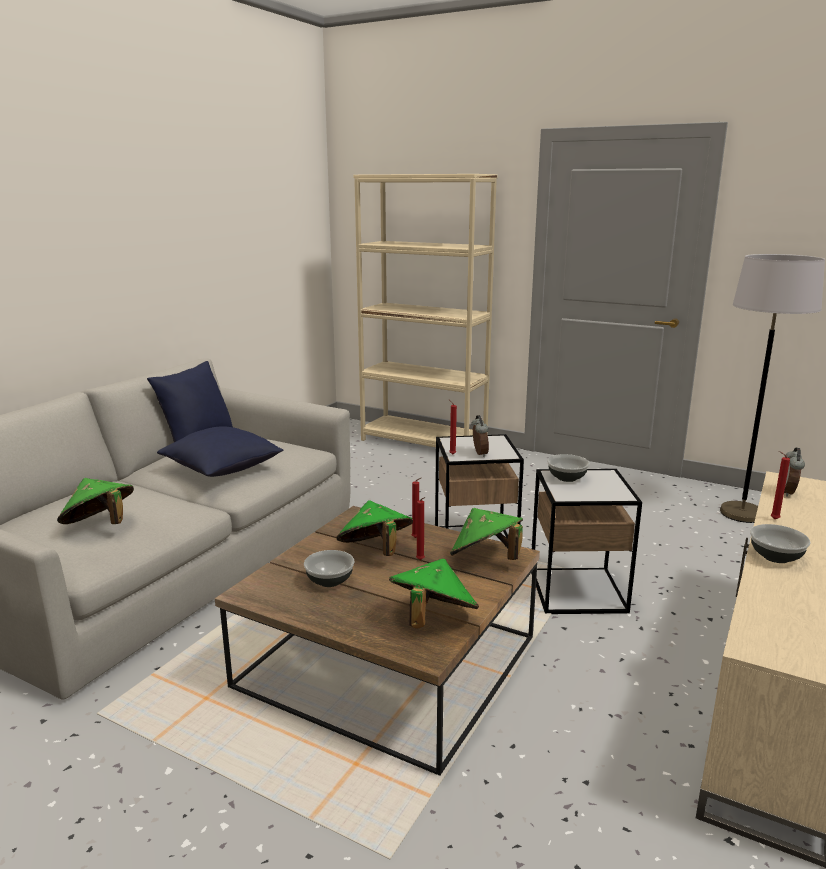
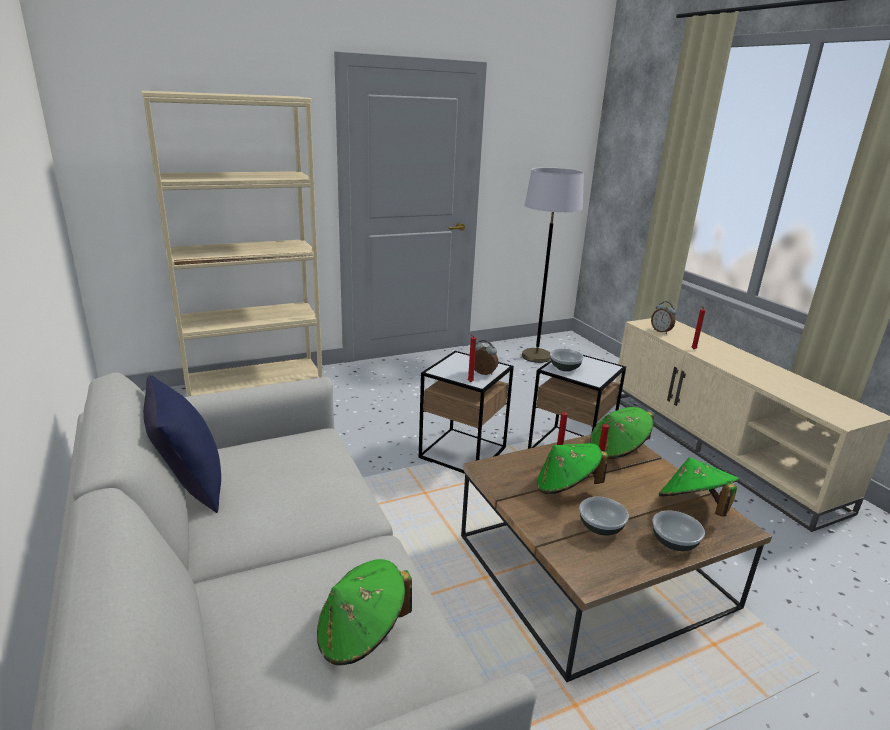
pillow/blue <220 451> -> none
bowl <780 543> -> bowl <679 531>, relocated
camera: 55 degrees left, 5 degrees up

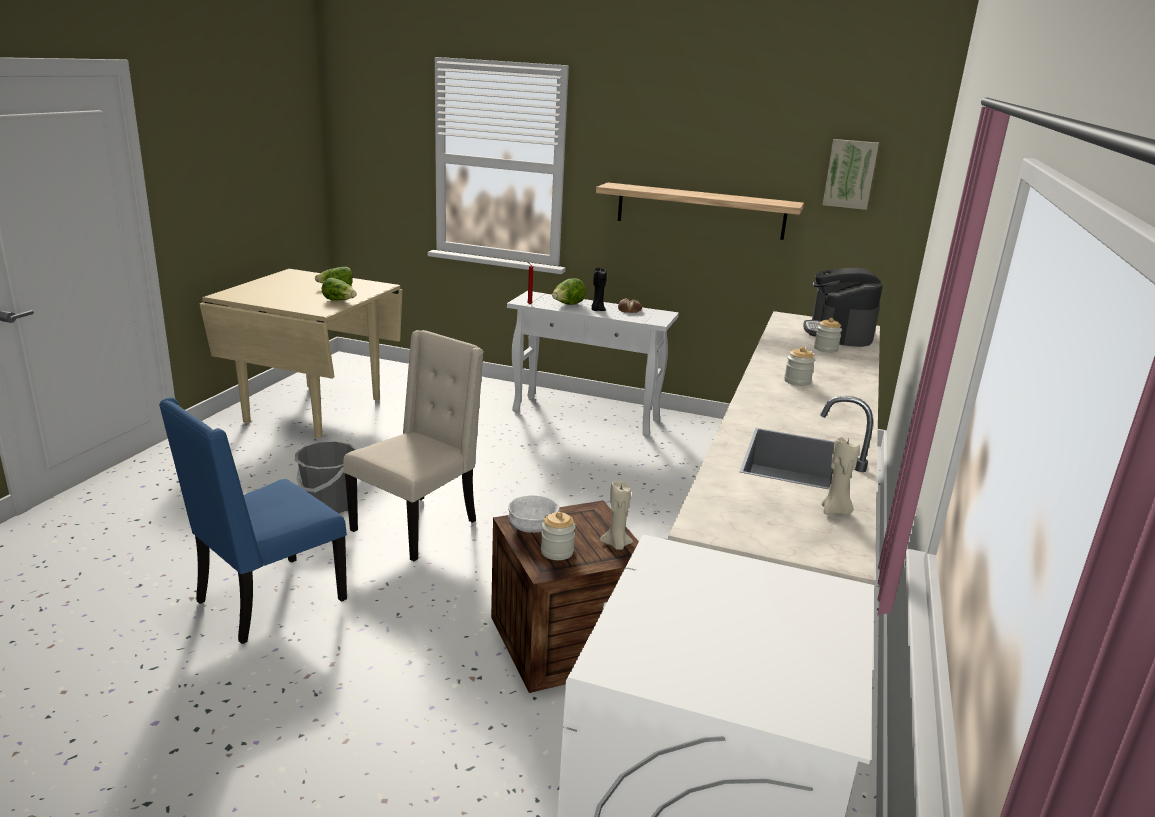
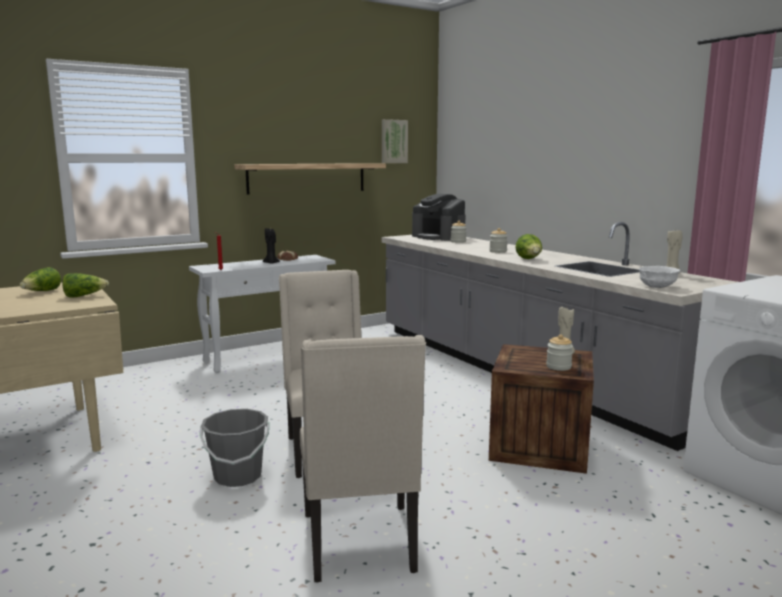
bowl/white <533 514> -> bowl/white <659 277>, relocated
lettuce <569 291> -> lettuce <529 246>, relocated
chair/blue <253 520> -> chair/beige <363 459>
camera: 50 degrees left, 10 degrees down

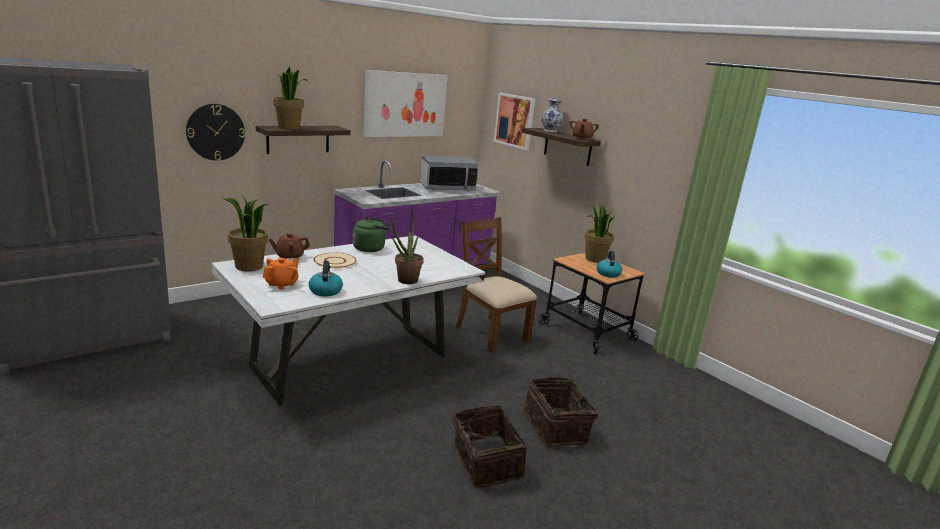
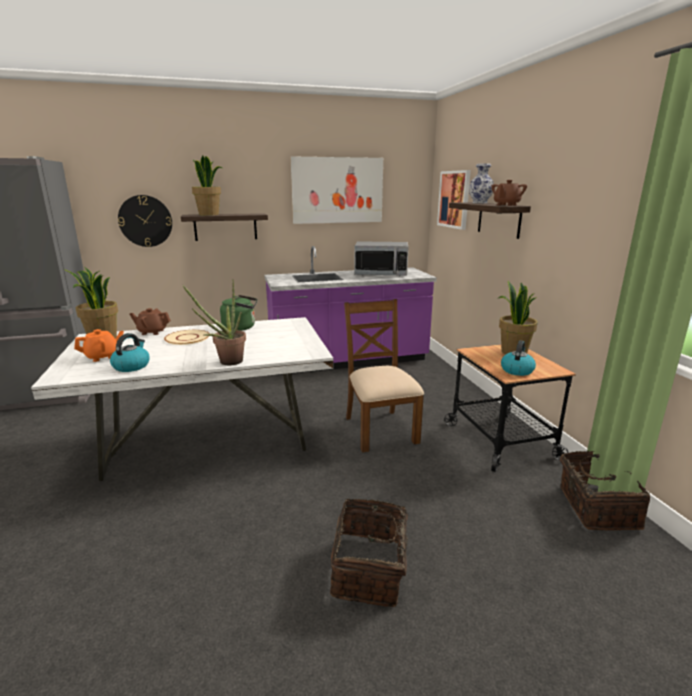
basket <489 446> -> basket <605 490>, relocated
camera: 25 degrees right, 0 degrees up

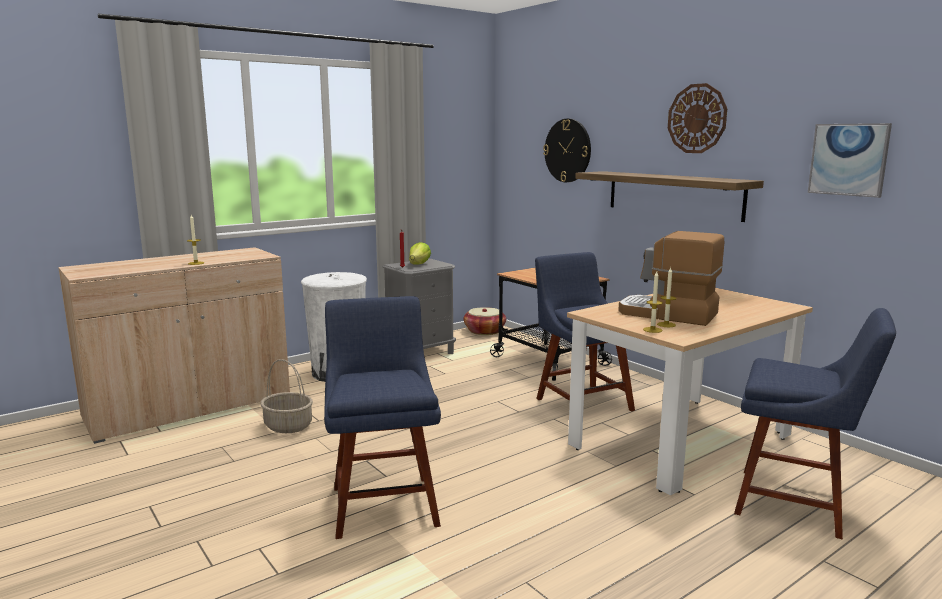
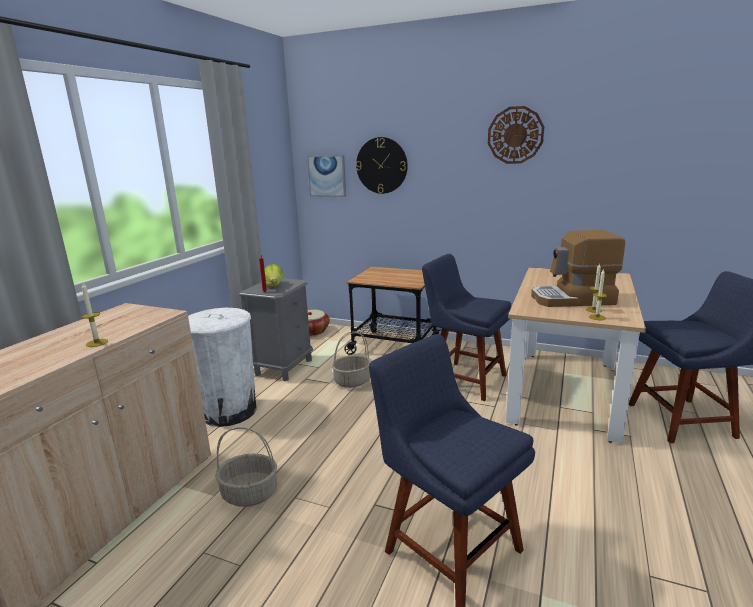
shelf <669 196> -> none
none -> basket <352 359>
picture <850 160> -> picture <326 176>, relocated
camera: 30 degrees left, 5 degrees up

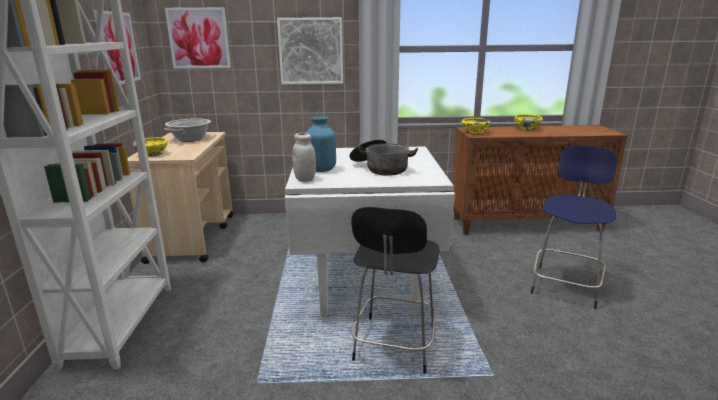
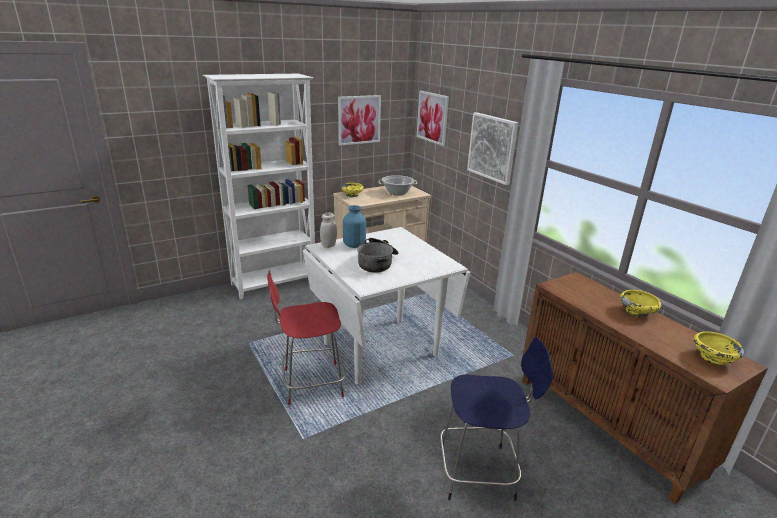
bowl/yellow <476 126> -> bowl/yellow <719 349>, relocated
chair/black <395 290> -> chair/red <306 337>
camera: 60 degrees right, 5 degrees up

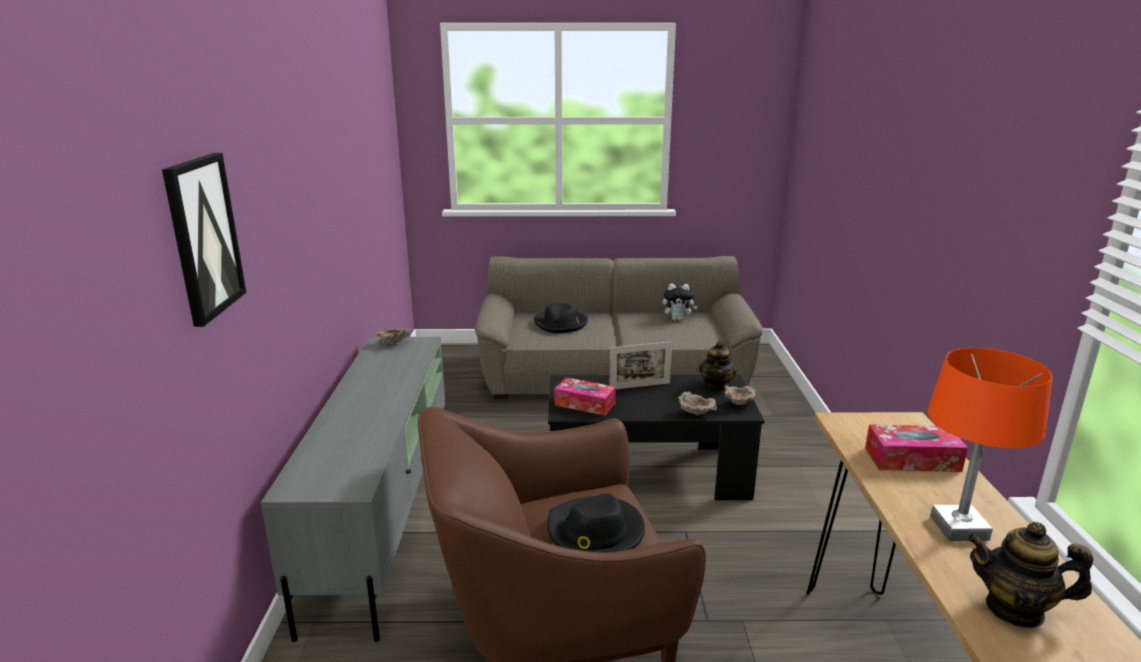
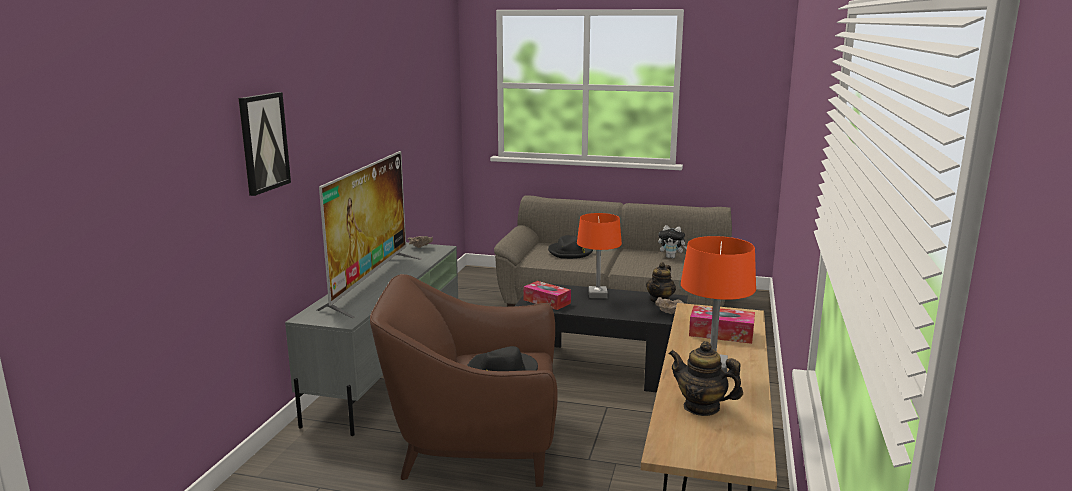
bowl/beige <697 403> -> none
none -> television <369 234>
picture frame <640 365> -> table lamp/orange <599 256>
camera: 15 degrees right, 5 degrees down

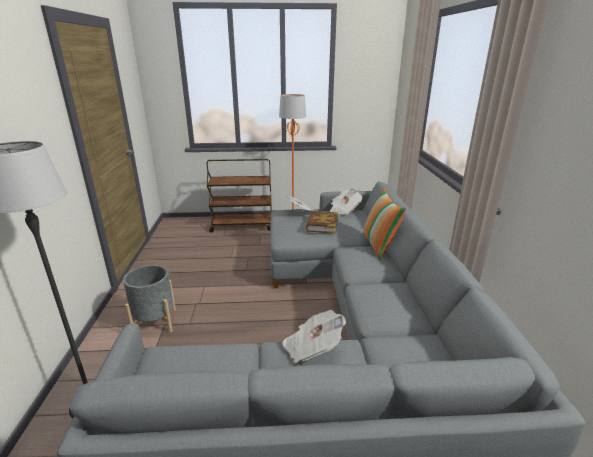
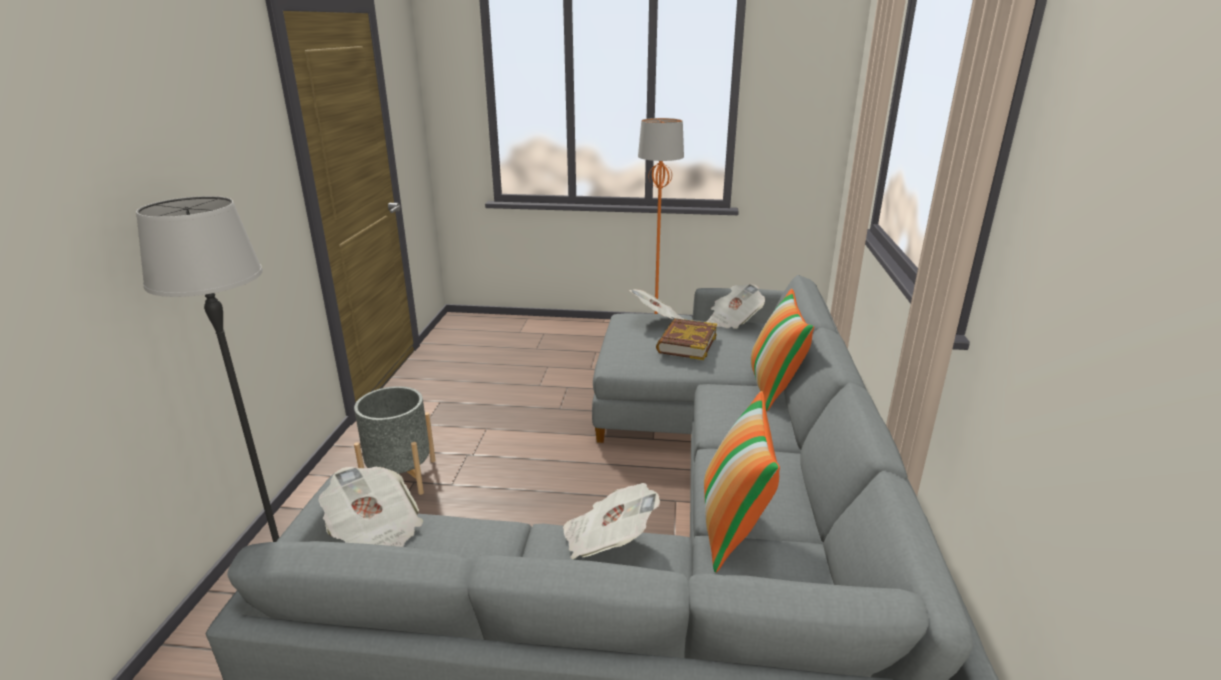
cart/brown <239 196> -> none
none -> newspaper <370 506>
none -> pillow <742 481>
camera: 10 degrees right, 0 degrees up

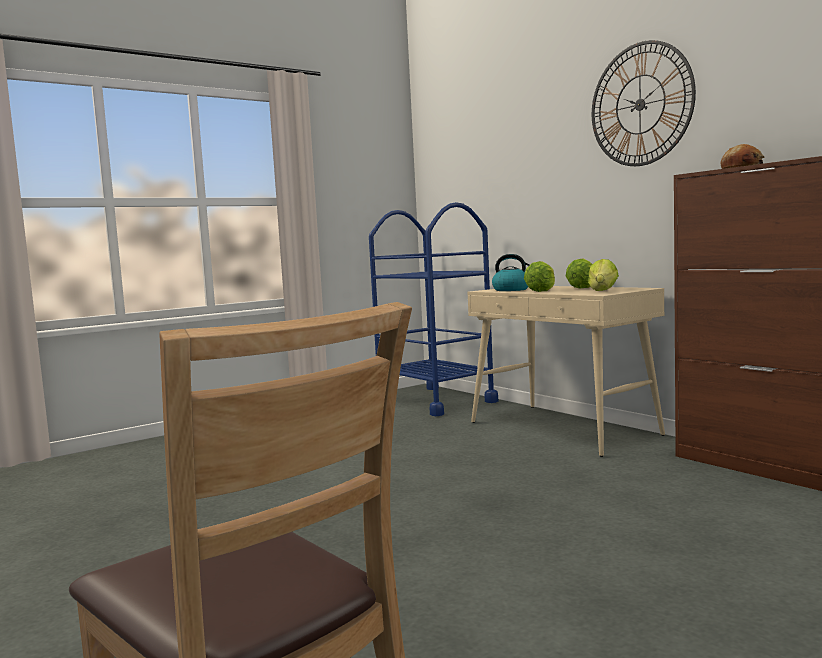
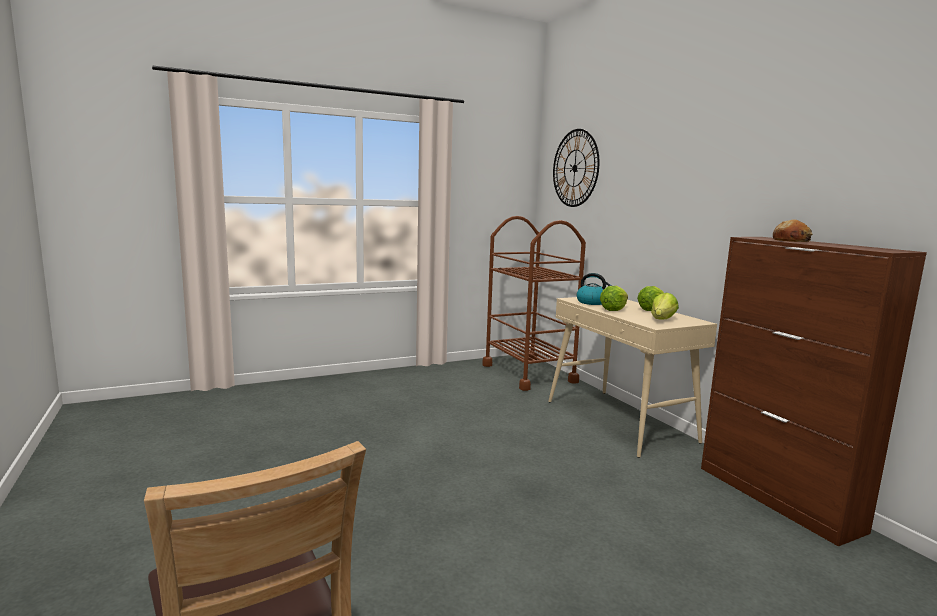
wall clock <644 103> -> wall clock <576 168>, relocated
cart/blue <433 309> -> cart/brown <534 303>
camera: 10 degrees right, 5 degrees up

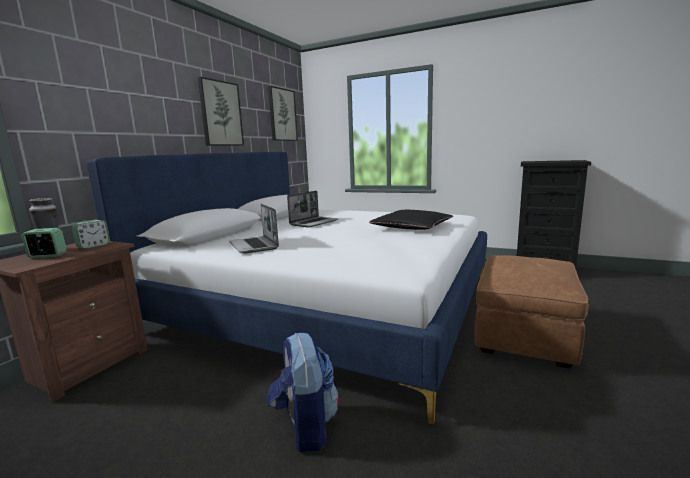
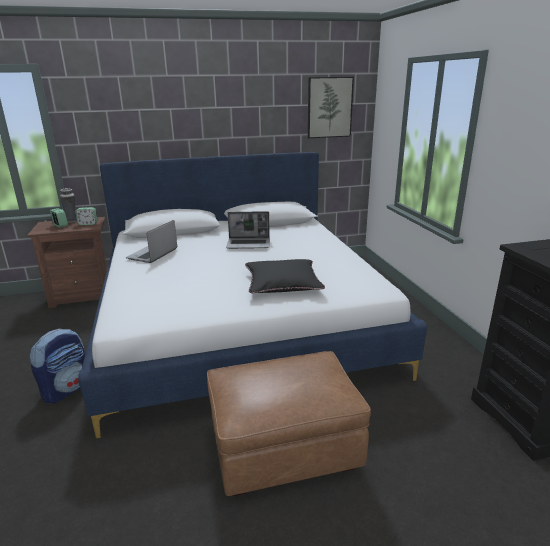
picture <221 111> -> none
camera: 50 degrees right, 10 degrees up

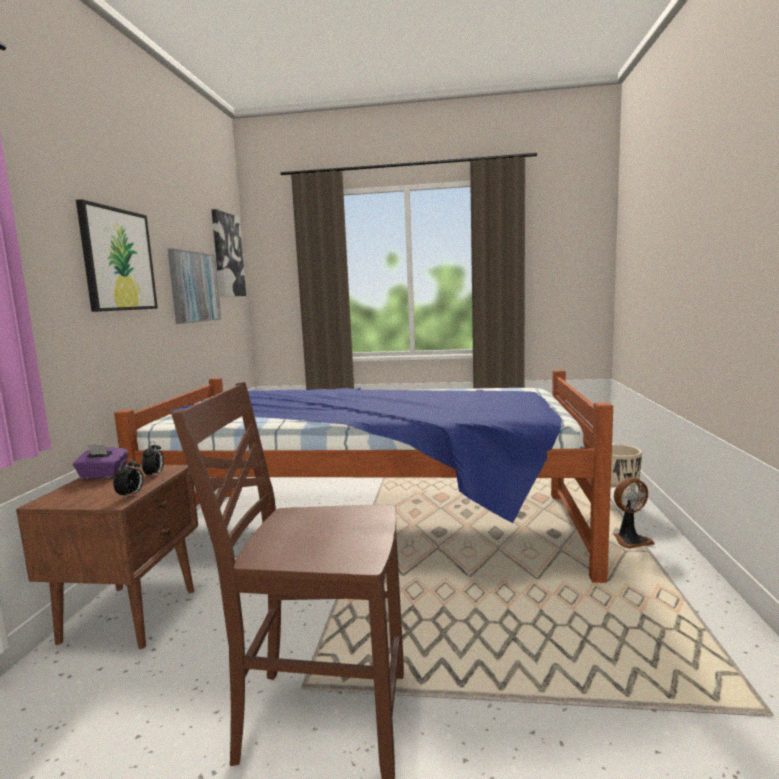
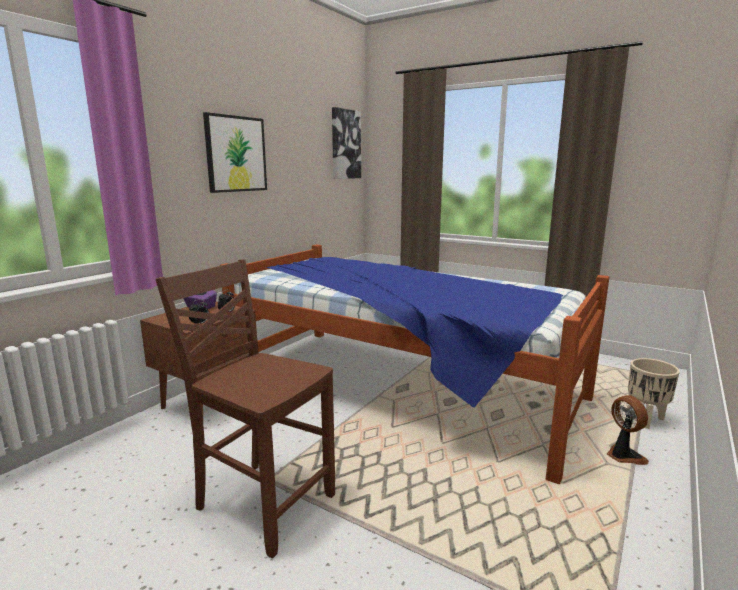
picture <194 286> -> none
fan <634 513> -> fan <628 430>, 120 degrees counterclockwise
camera: 25 degrees right, 5 degrees up

